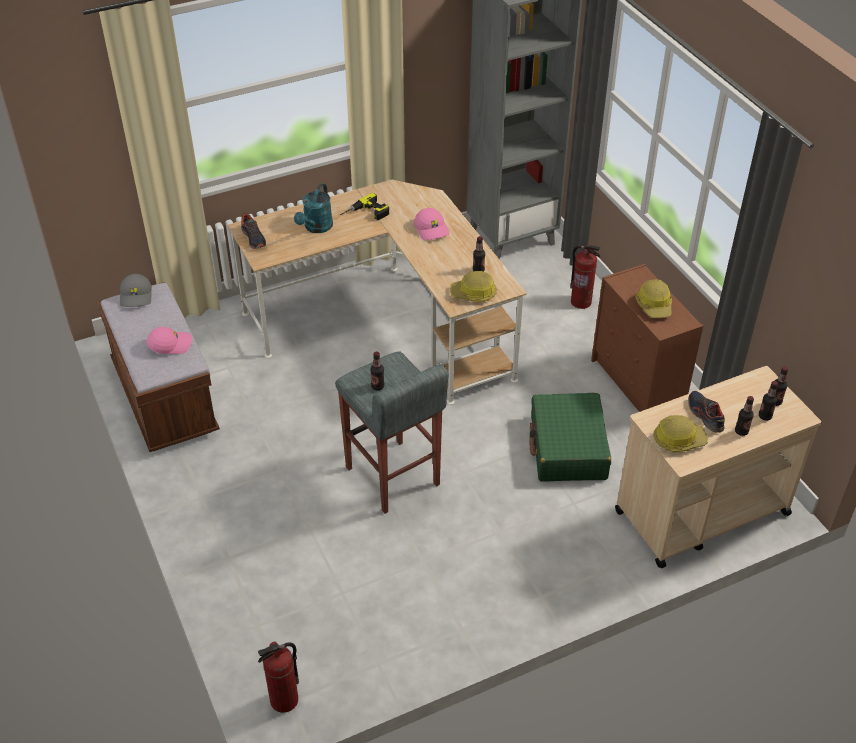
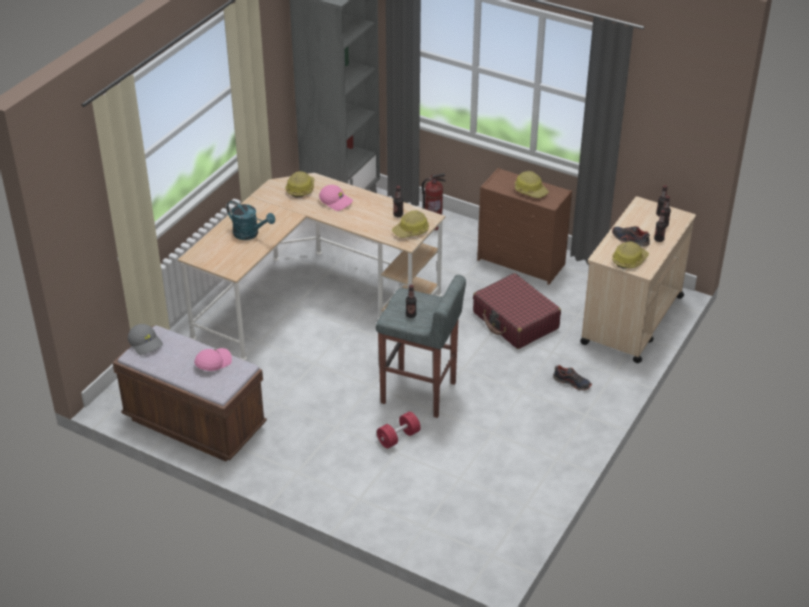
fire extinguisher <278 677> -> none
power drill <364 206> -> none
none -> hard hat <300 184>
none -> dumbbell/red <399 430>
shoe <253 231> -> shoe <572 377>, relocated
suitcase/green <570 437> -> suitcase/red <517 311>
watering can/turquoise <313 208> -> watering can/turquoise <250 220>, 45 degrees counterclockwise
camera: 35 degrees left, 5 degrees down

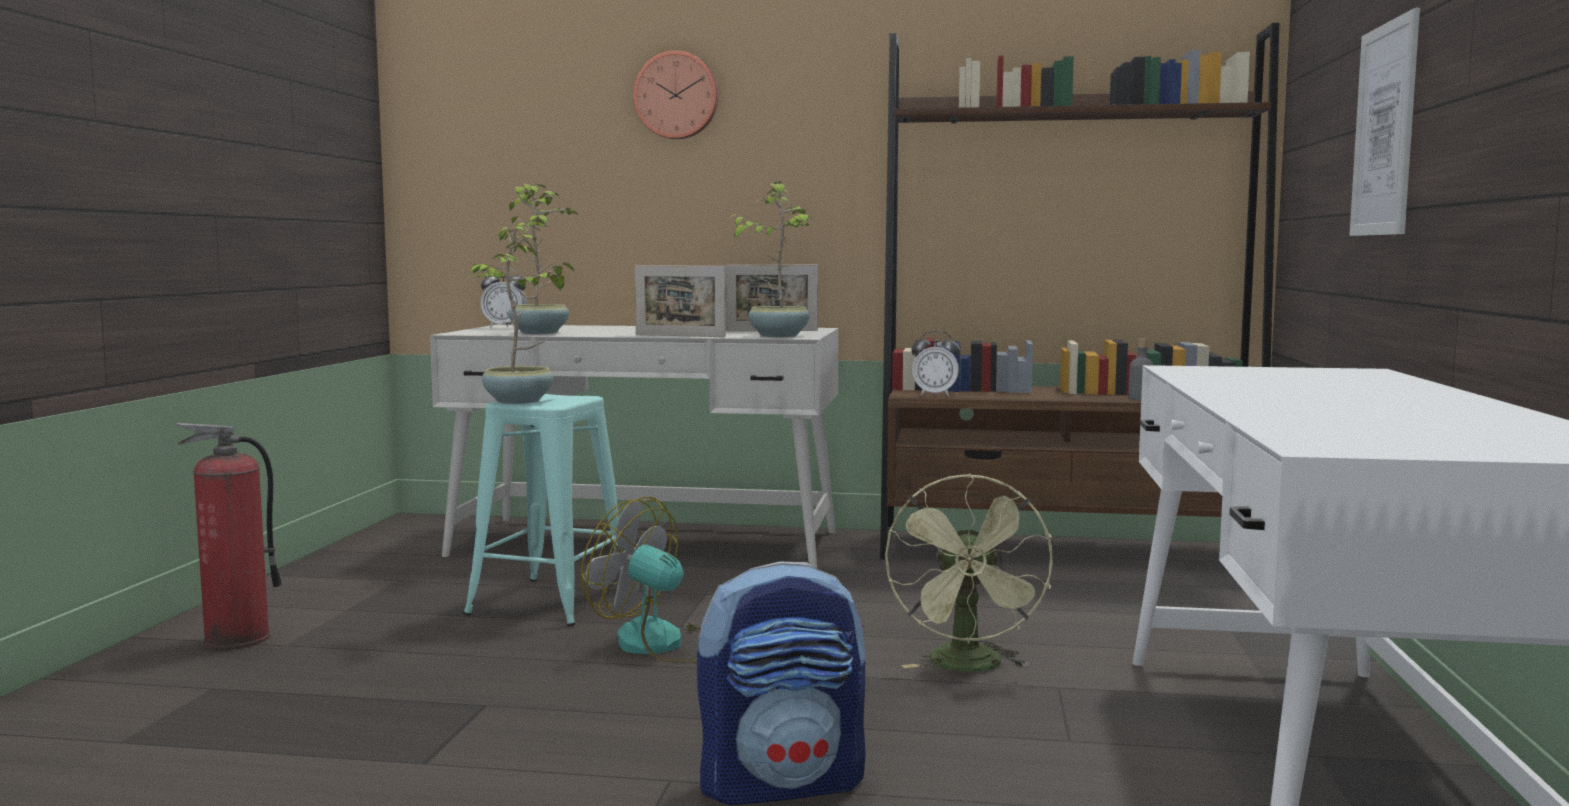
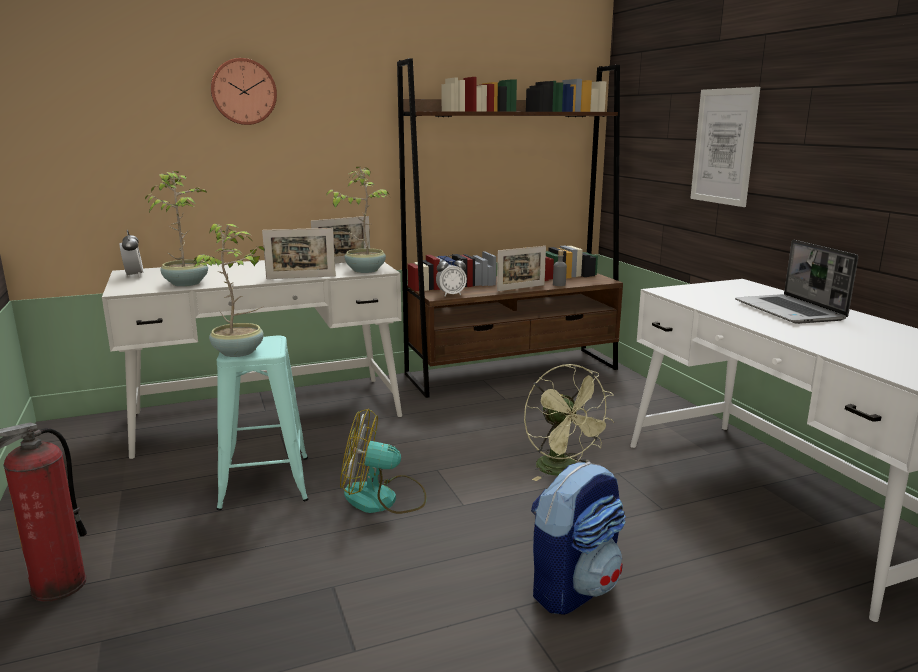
none -> picture frame <521 268>
none -> laptop <796 282>
alarm clock <504 297> -> alarm clock <131 253>, 90 degrees counterclockwise
camera: 30 degrees left, 10 degrees up

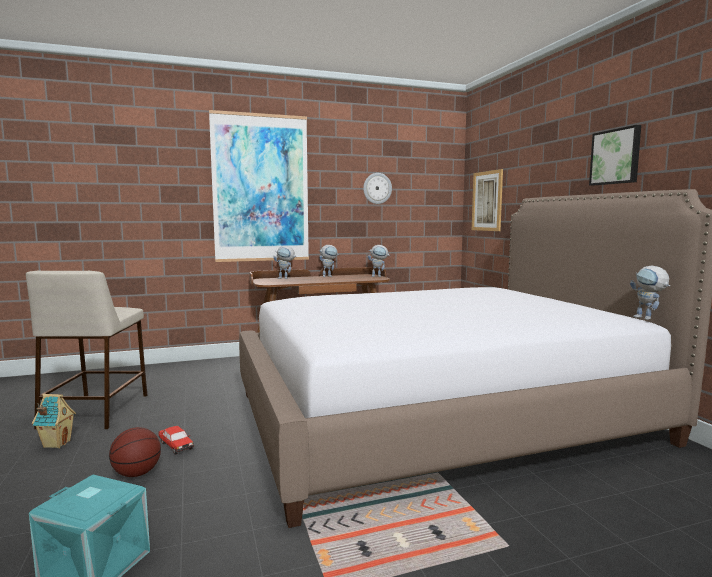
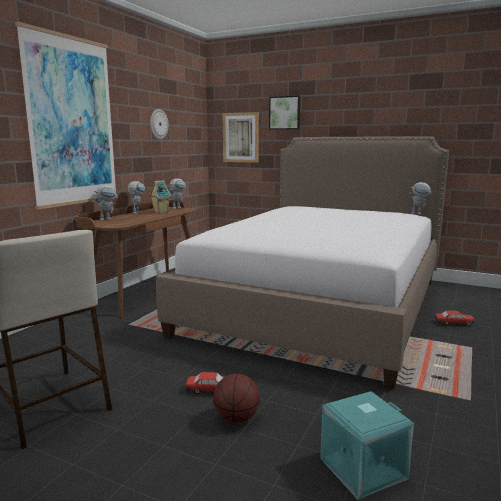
none -> toy car <455 318>
toy house <54 421> -> toy house <160 196>, relocated
picture <615 155> -> picture <284 112>, relocated
camera: 45 degrees left, 5 degrees up

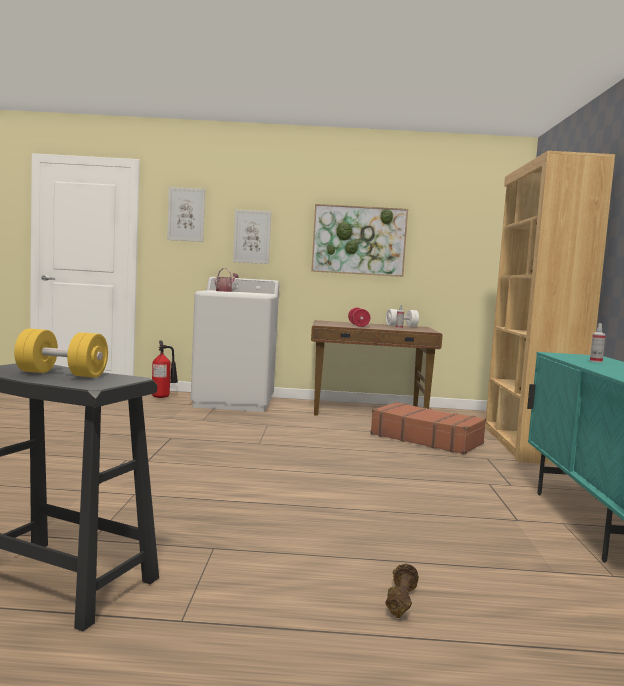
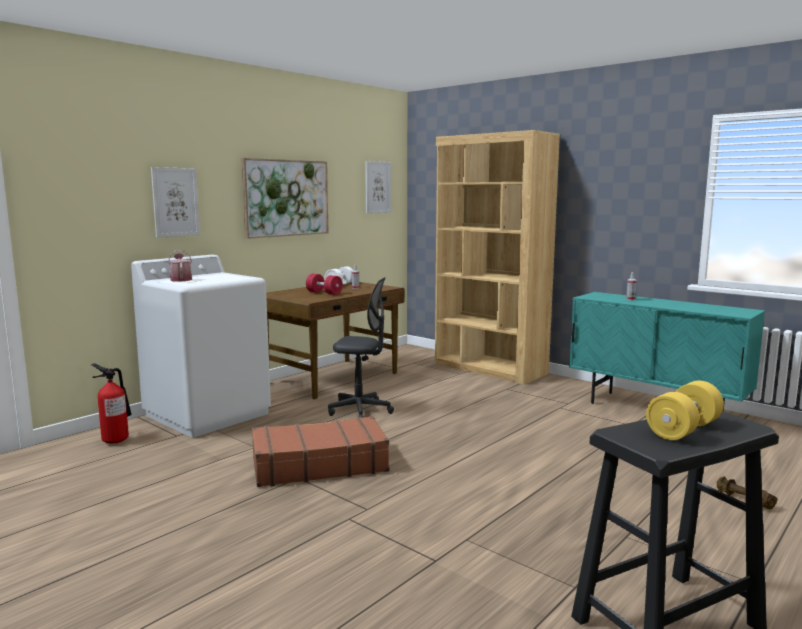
none -> office chair/grey <361 347>
picture <186 214> -> picture <378 187>, relocated
suitcase/brown <428 428> -> suitcase/brown <320 451>, relocated
camera: 50 degrees left, 5 degrees up

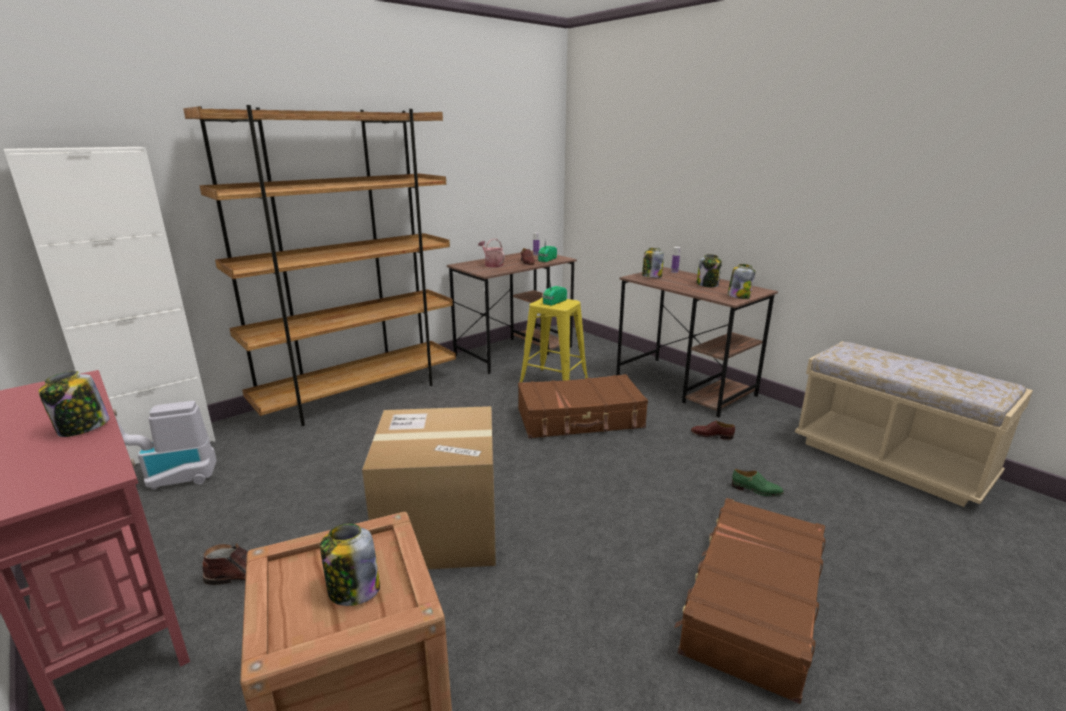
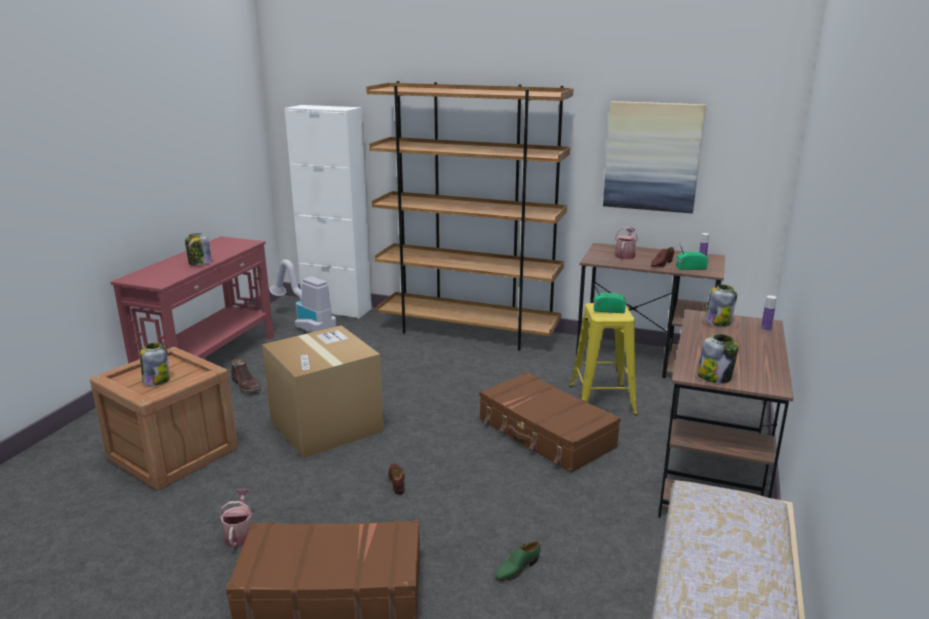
jar <709 271> -> none
none -> watering can <236 518>
none -> picture <654 157>
shoe/brown <713 430> -> shoe/brown <396 479>, relocated
shoe/green <758 482> -> shoe/green <517 561>, 60 degrees clockwise
camera: 60 degrees right, 0 degrees up

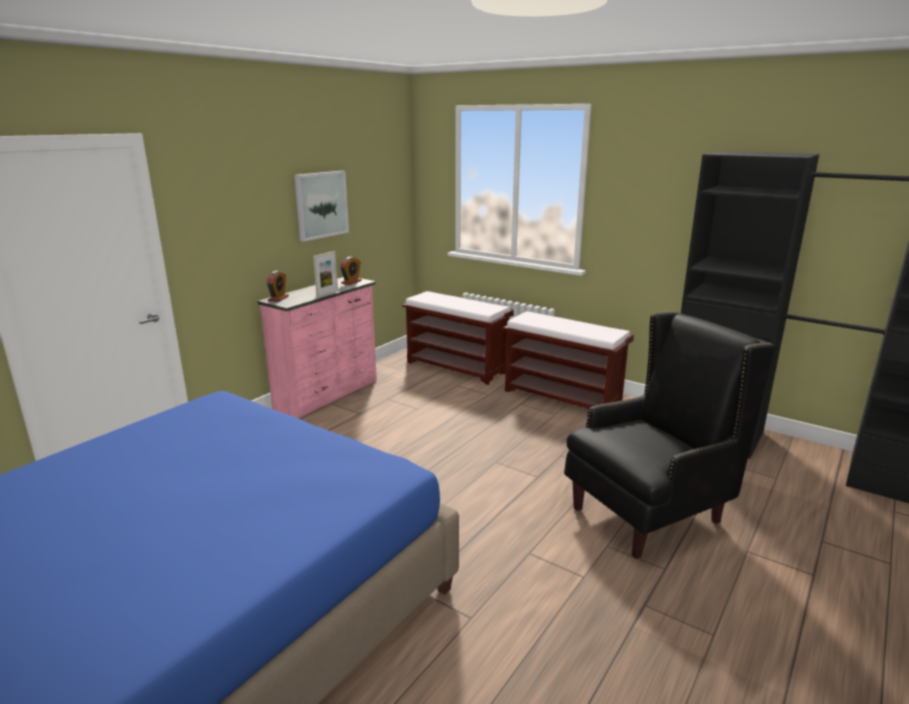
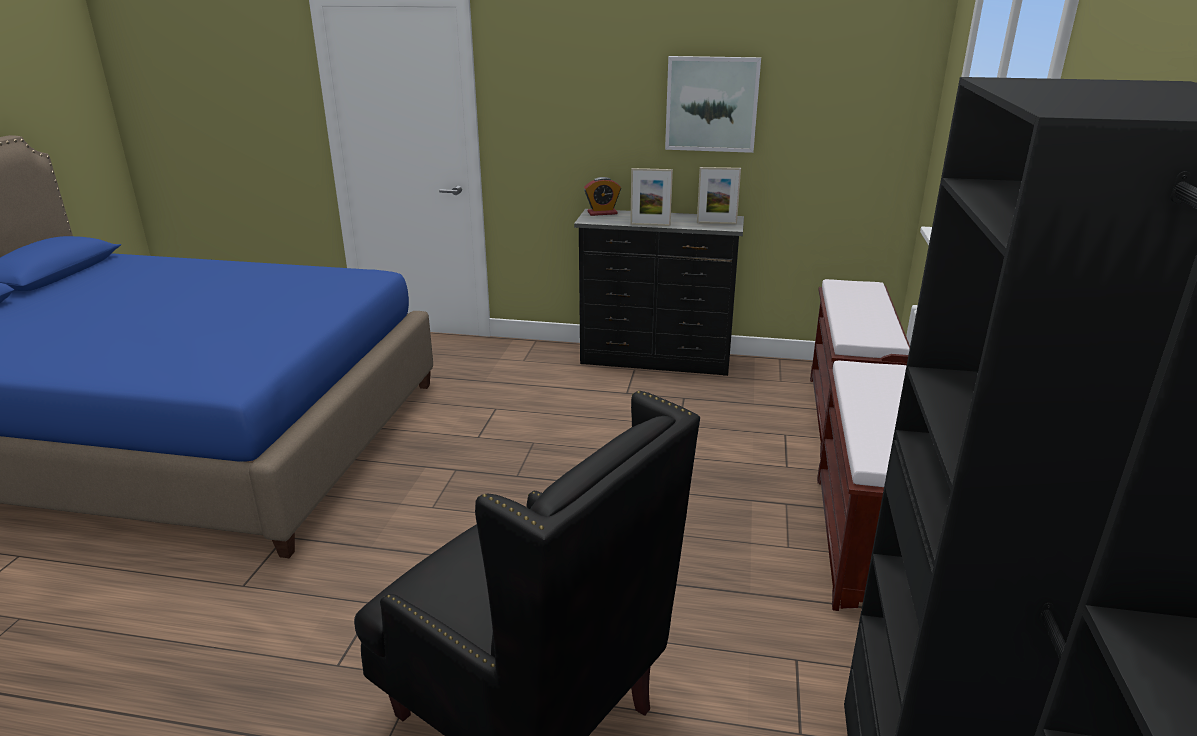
alarm clock <351 271> -> picture frame <719 195>
dresser/pink <317 347> -> dresser/black <659 292>
camera: 65 degrees right, 5 degrees up

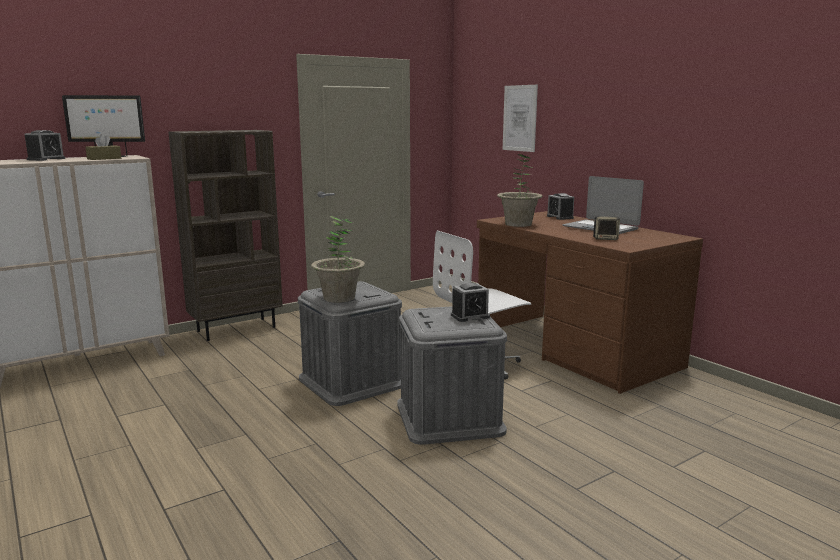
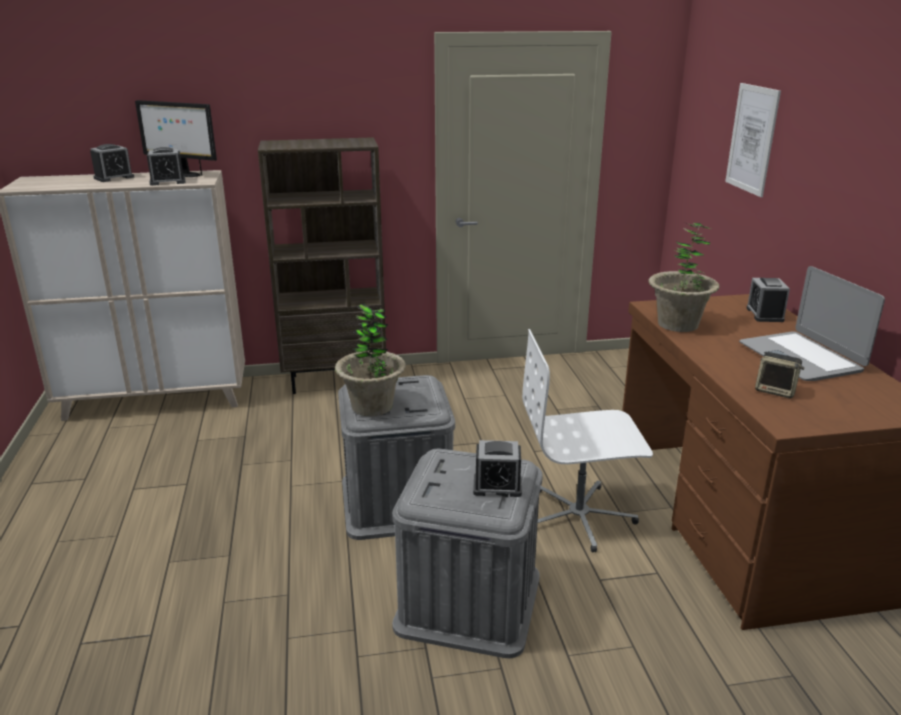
tissue box/brown <103 147> -> alarm clock <166 166>
camera: 25 degrees right, 10 degrees up

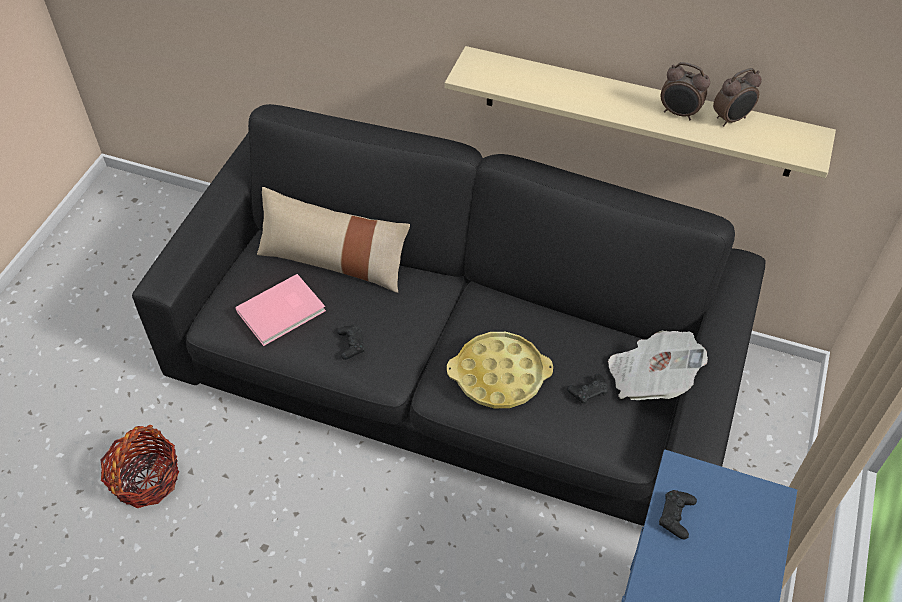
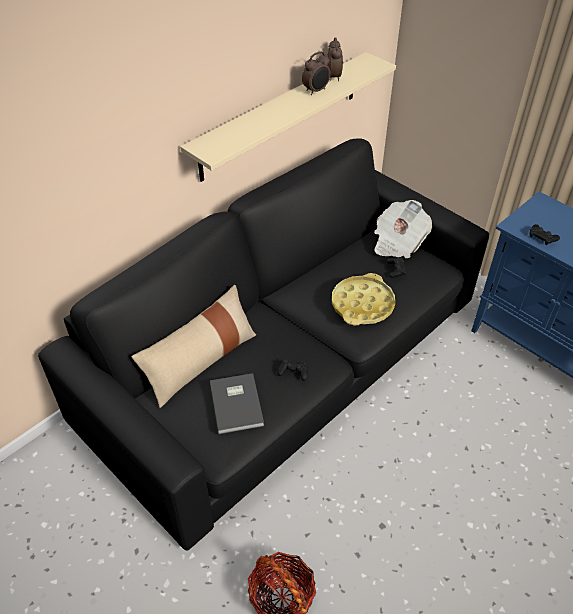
book/pink <280 310> -> book/grey <236 403>
camera: 65 degrees left, 5 degrees down

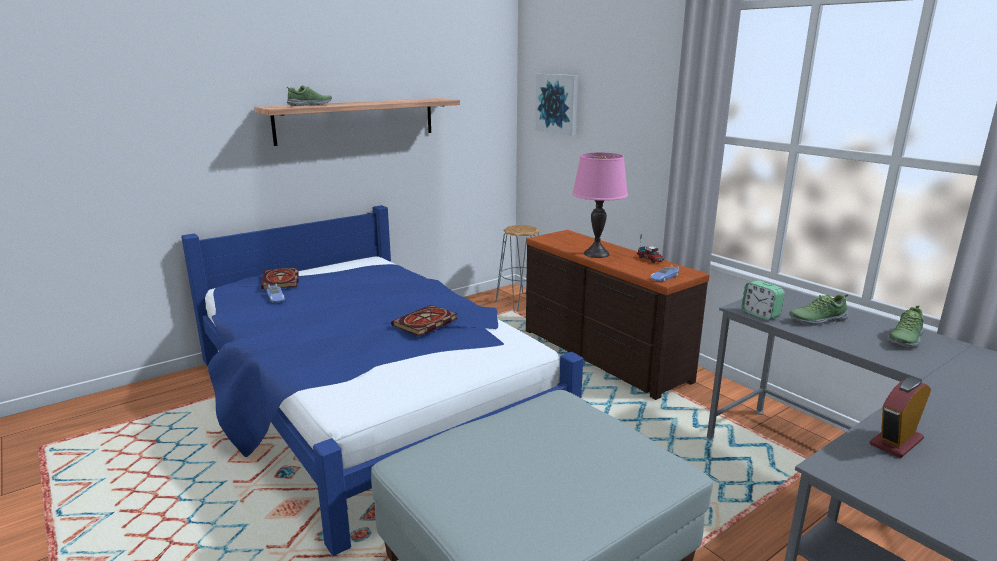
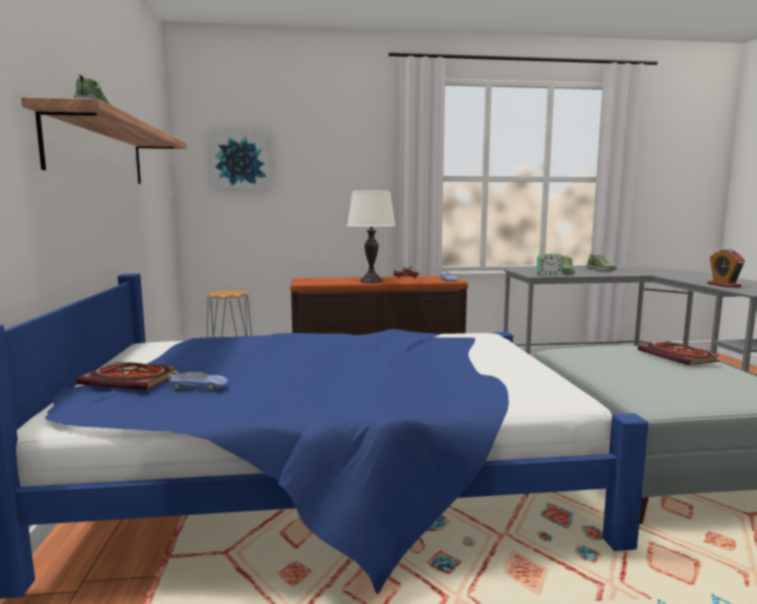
book <424 320> -> book <679 353>, relocated
table lamp/pink <600 205> -> table lamp/white <371 237>
camera: 60 degrees left, 10 degrees down

